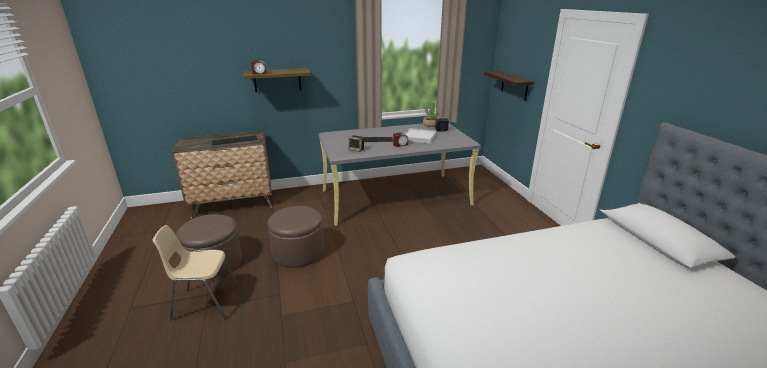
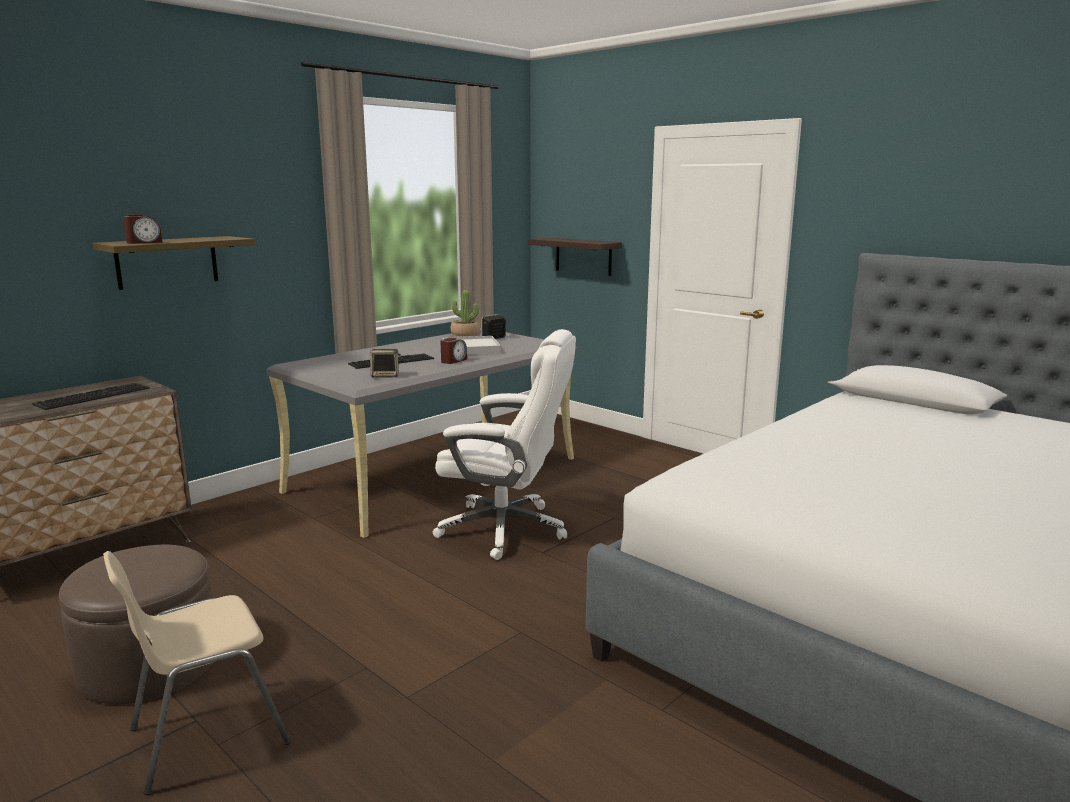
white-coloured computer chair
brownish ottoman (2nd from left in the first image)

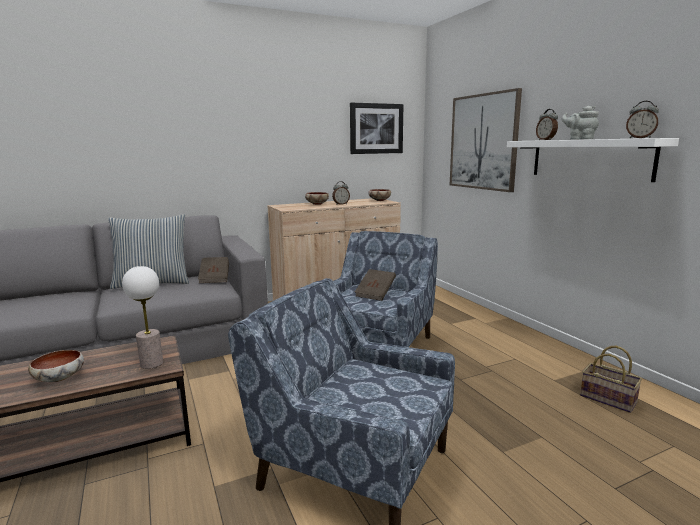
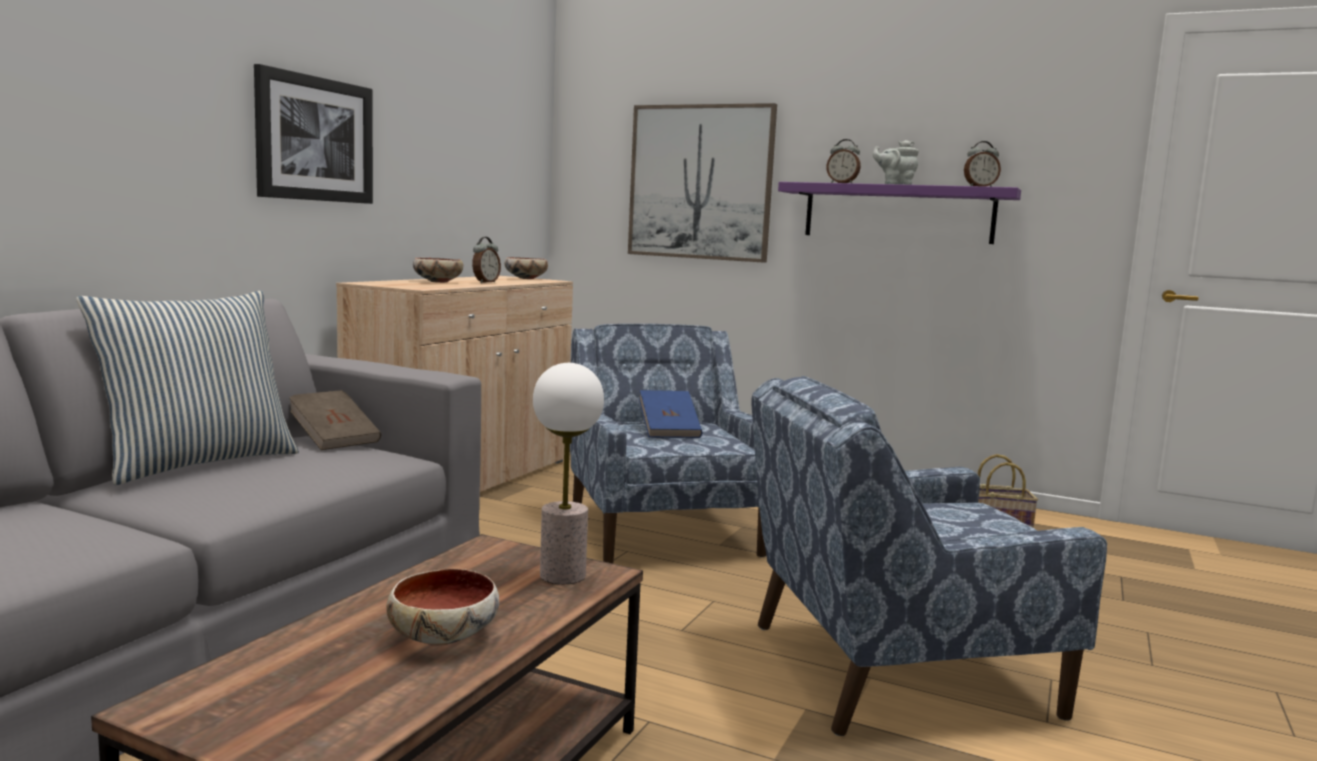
picture (1st from left)
bluish bound book
purple-coloured shelf

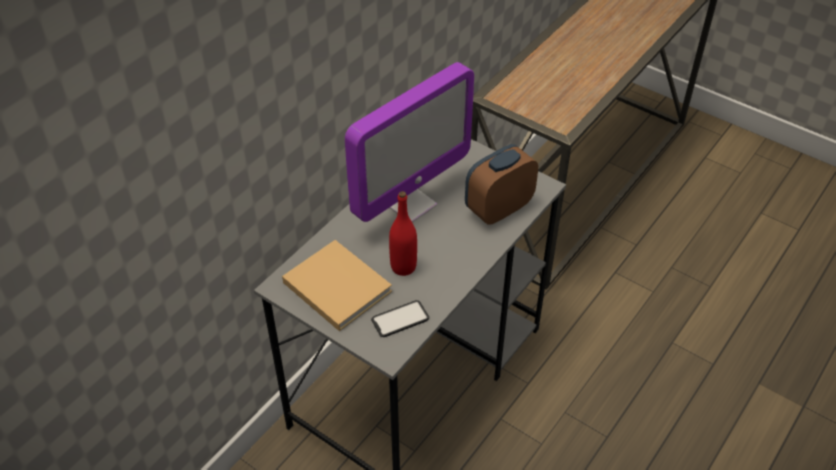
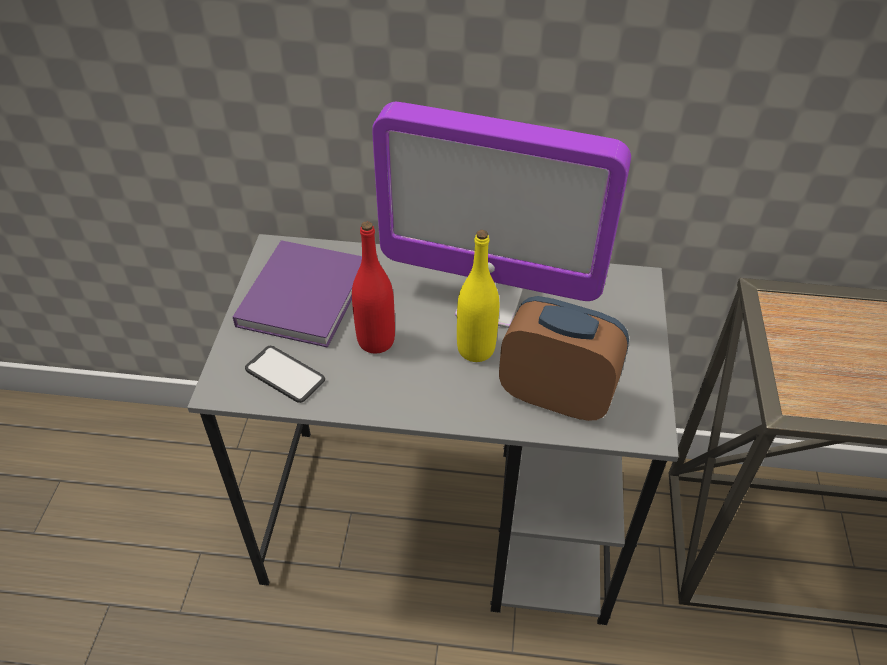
purple-coloured bound book
yellowish bottle

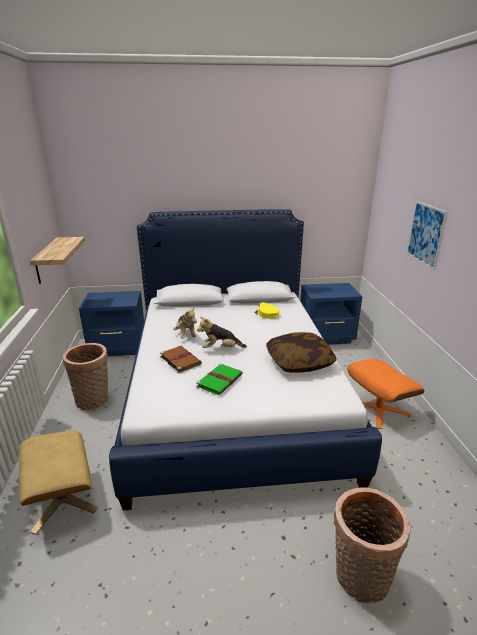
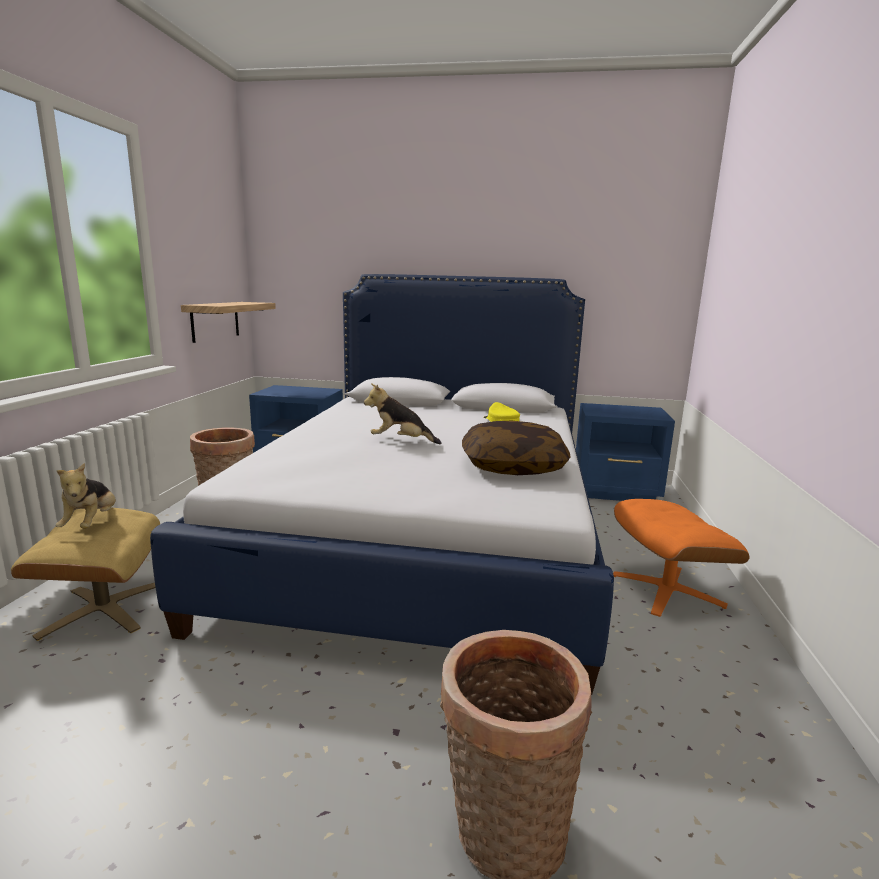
soft toy (1st from left)
brownish bound book
green bound book
picture

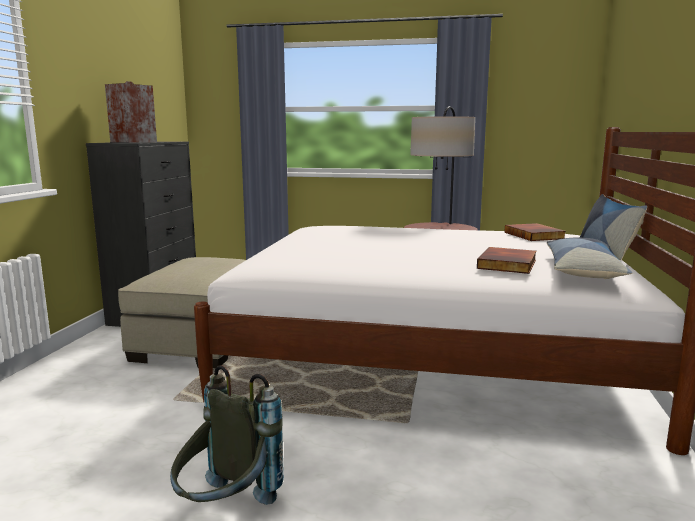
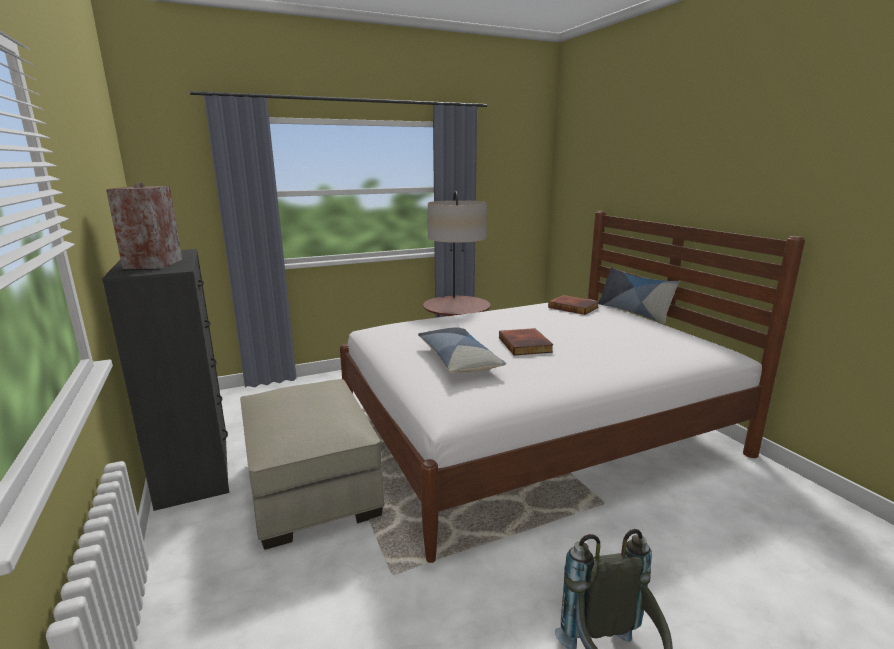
throw pillow (1st from left)
bound book (1st from left)

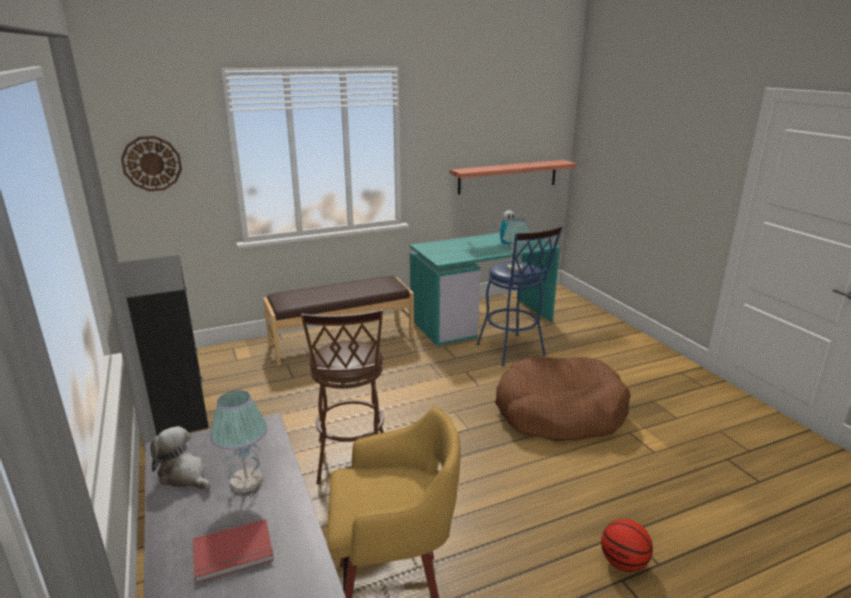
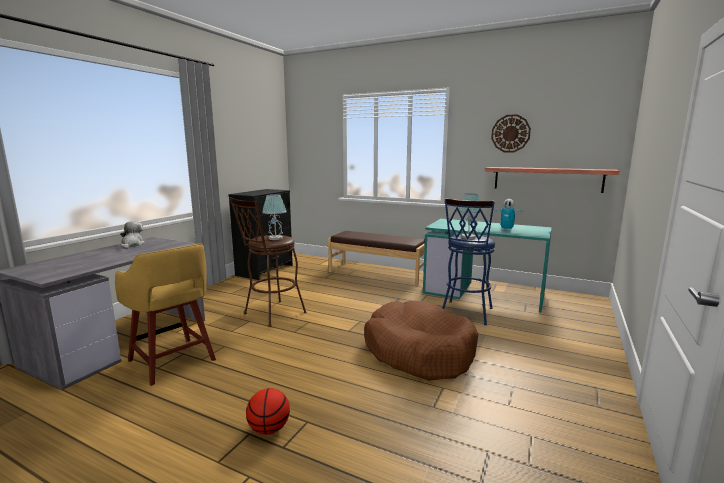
lamp for a table (1st from left)
hanging clock
red-coloured bound book

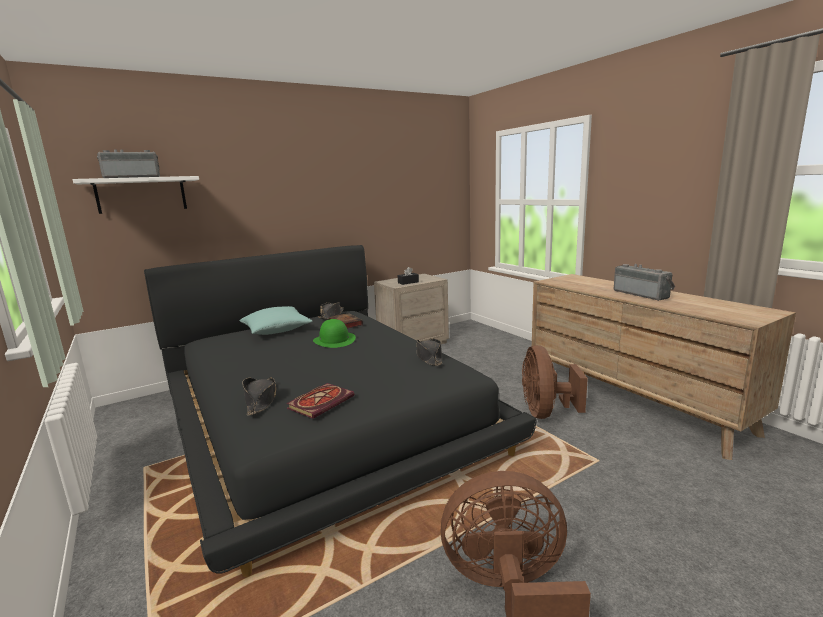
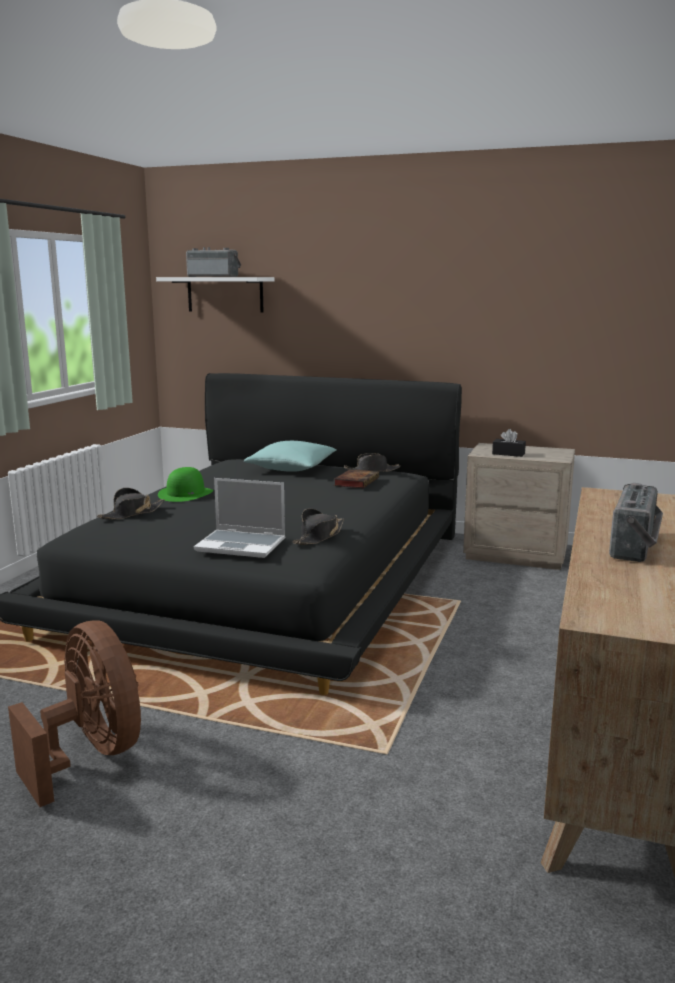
green wearable hat
portable computer
bound book (1st from left in the first image)
brownish fan (2nd from left in the first image)

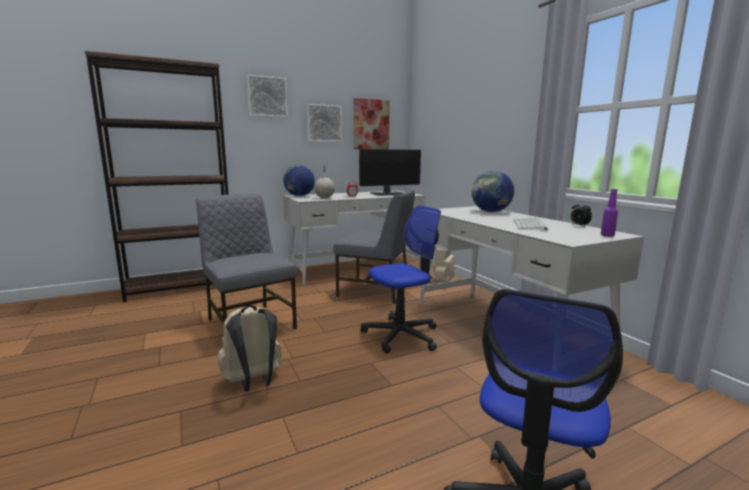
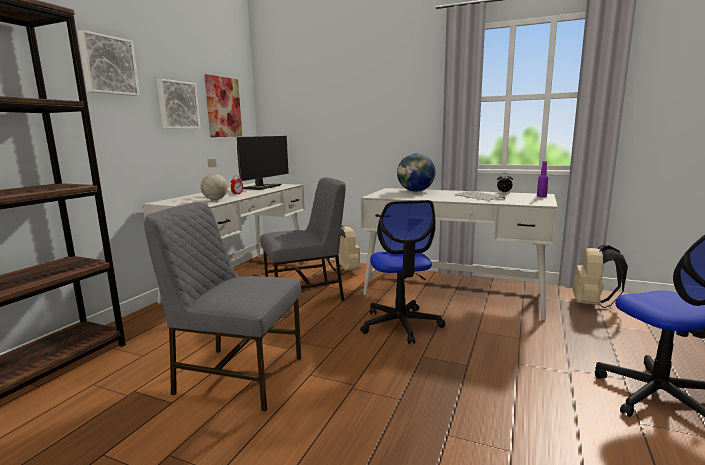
computer chair (1st from left)
beige-coloured backpack (2nd from left)
globe (1st from left in the first image)

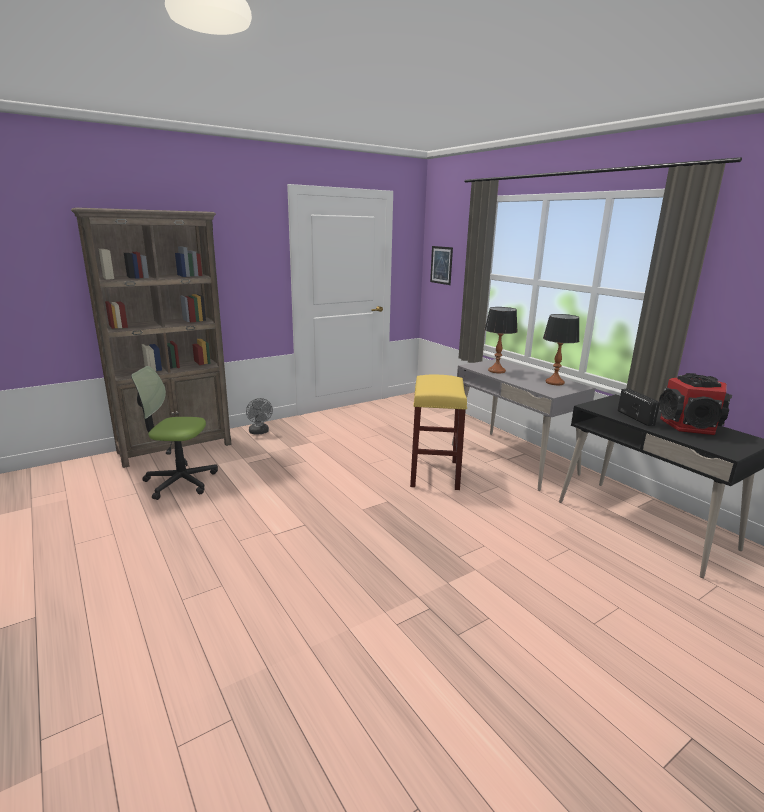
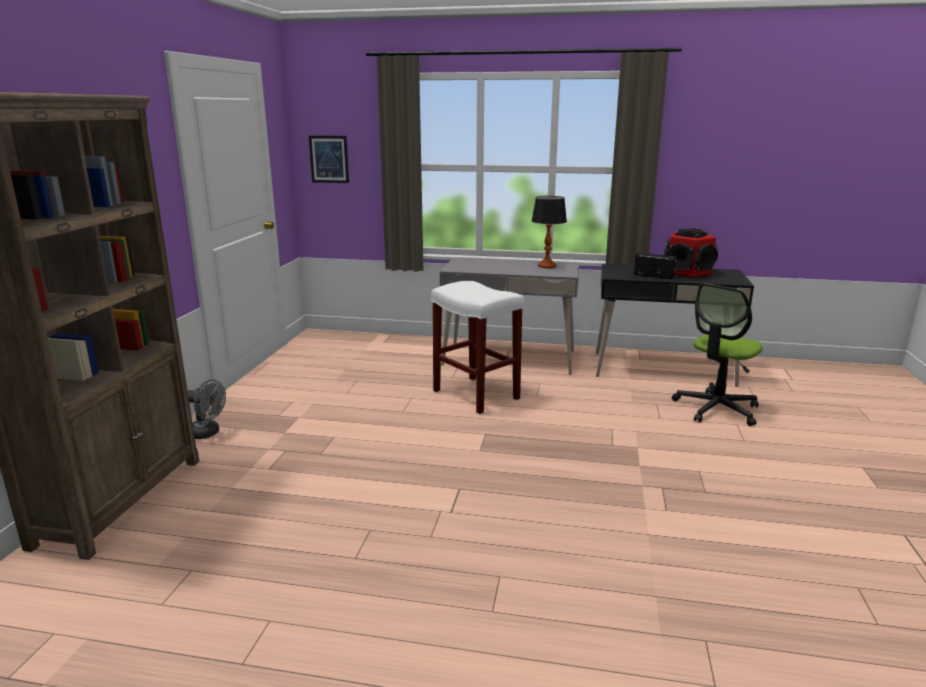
white-coloured stool seat
computer chair
lamp for a table (1st from left in the first image)

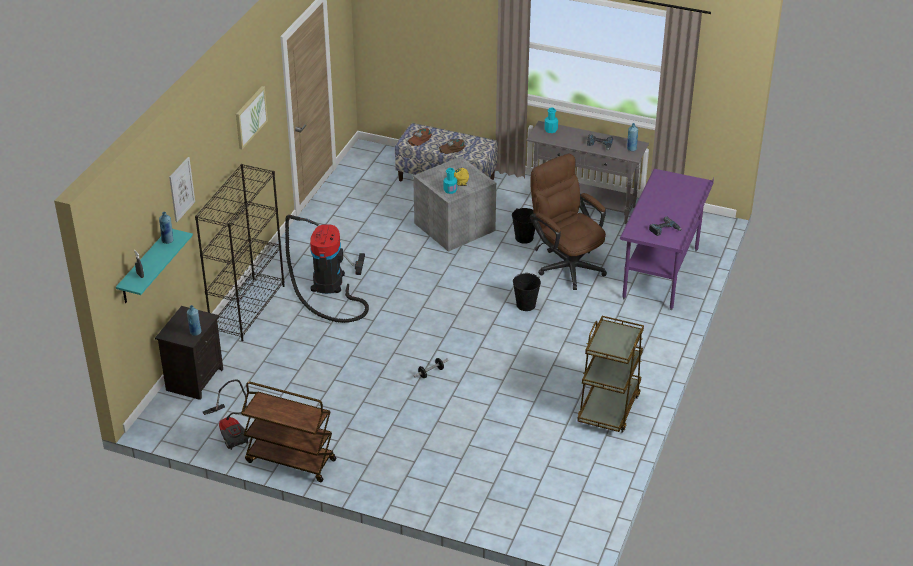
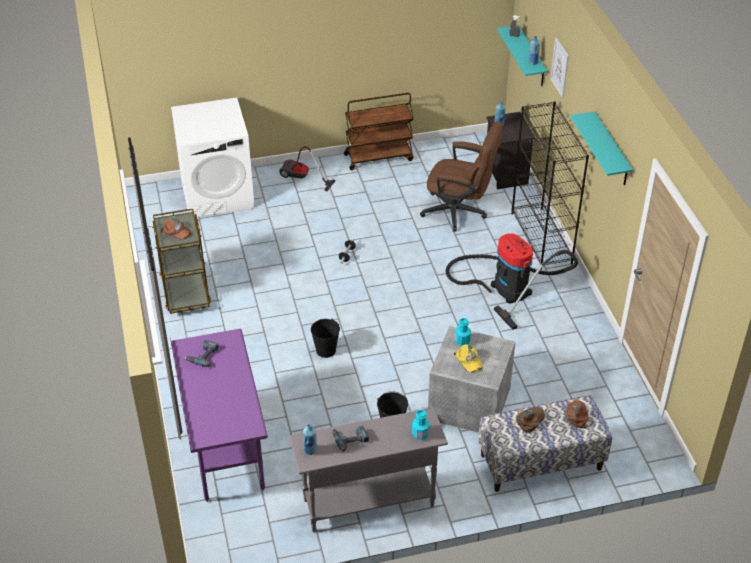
brownish cap (1st from left)
white-coloured washing machine
vacuum (1st from left)
brownish computer chair
turquoise-coloured shelf (2nd from left)

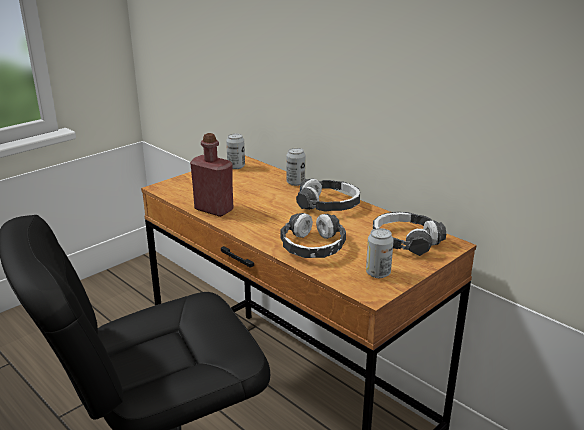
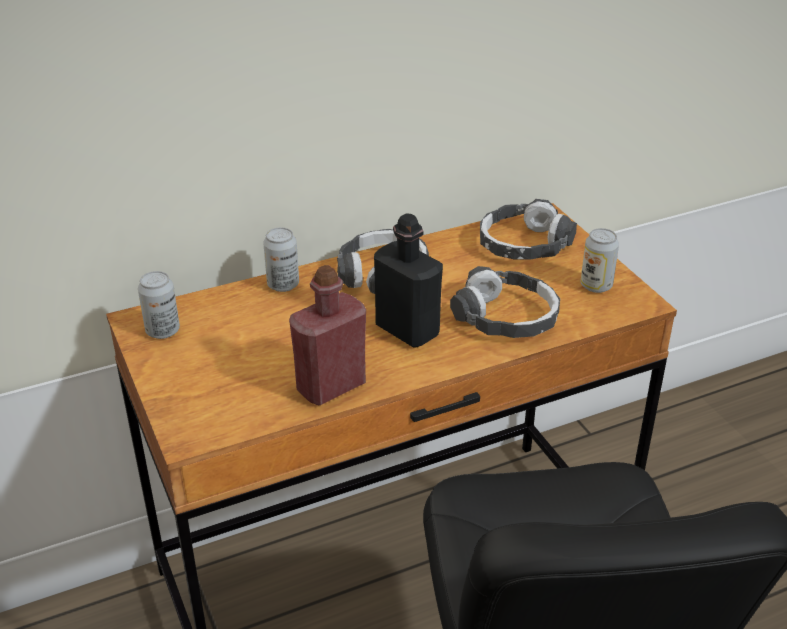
black bottle

